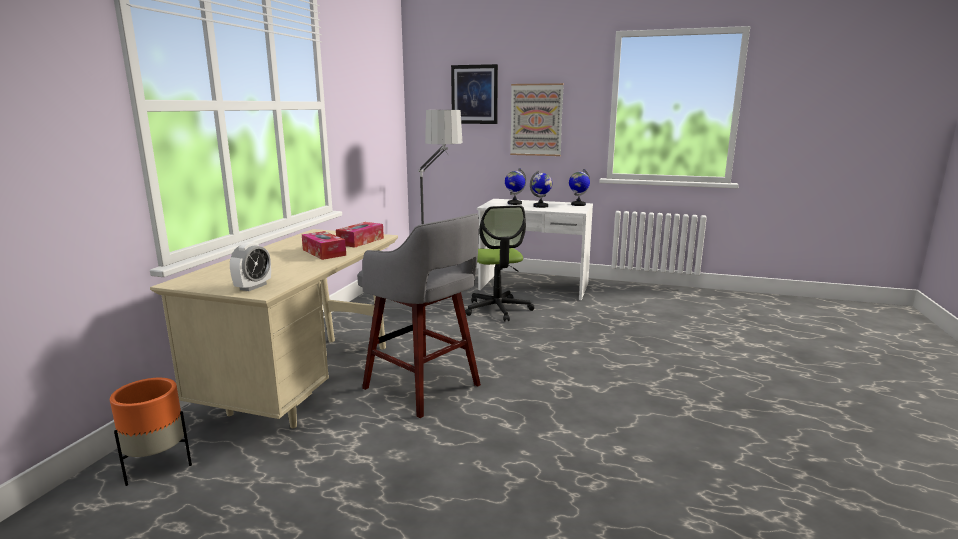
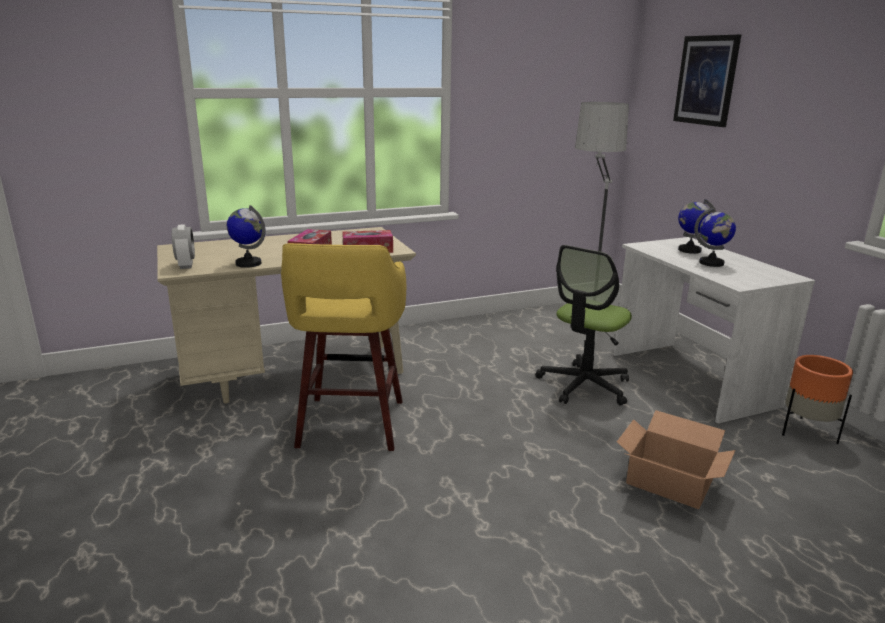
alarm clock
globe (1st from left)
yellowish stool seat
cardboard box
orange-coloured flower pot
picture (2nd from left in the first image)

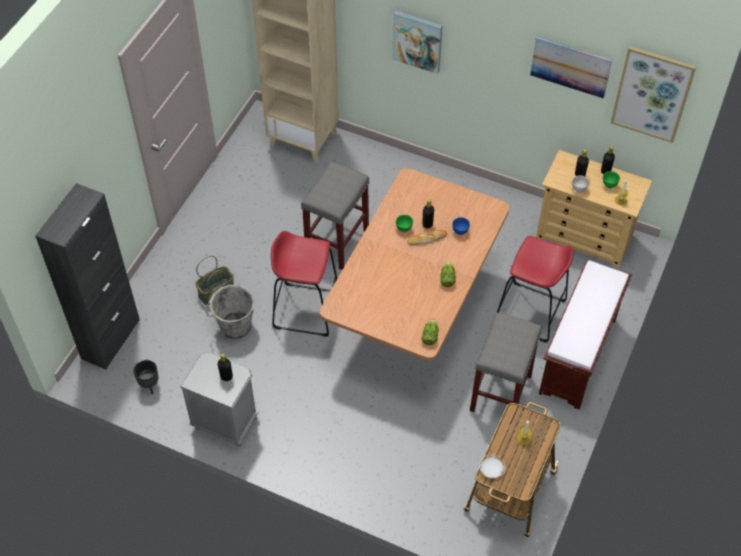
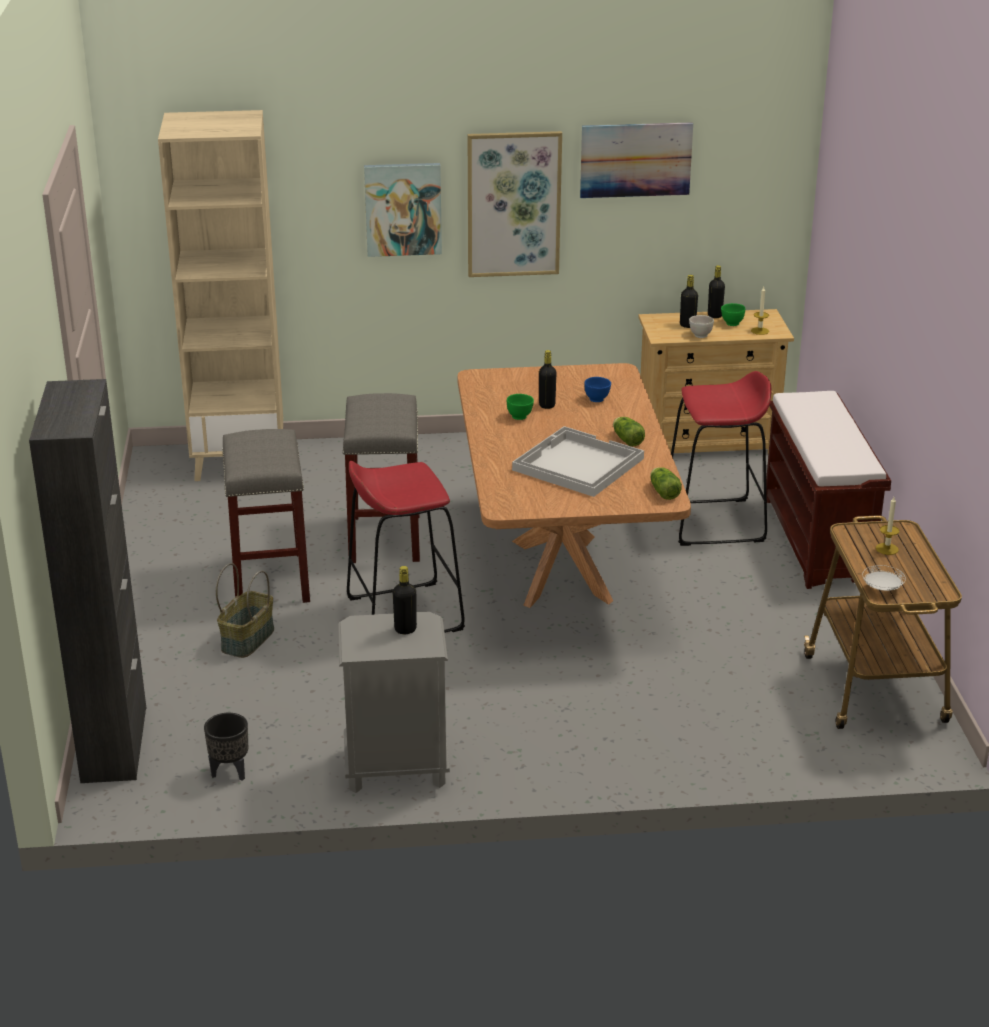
grey stool seat (1st from left)
picture (2nd from left)
white-coloured serving tray
grey pail
baked bread

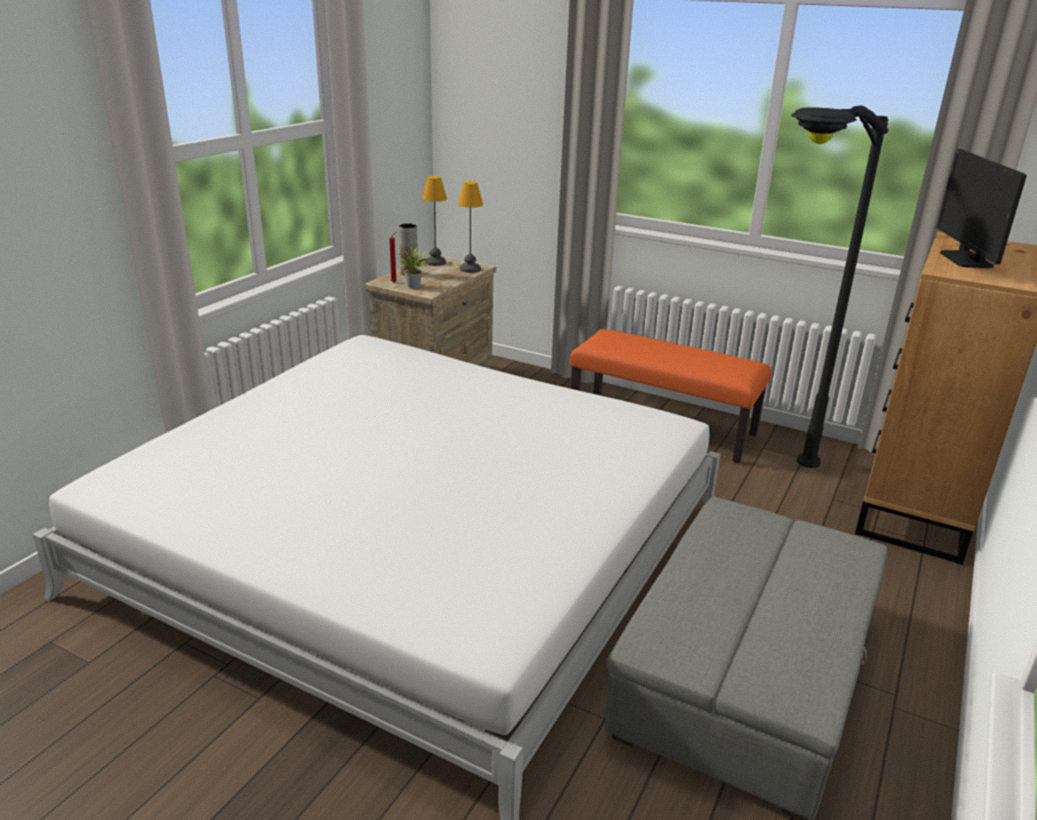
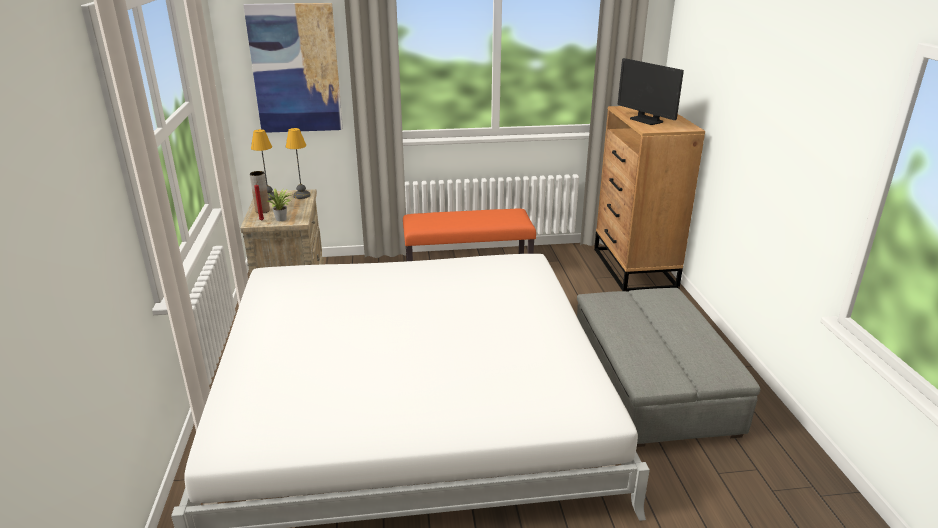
picture
black standing lamp

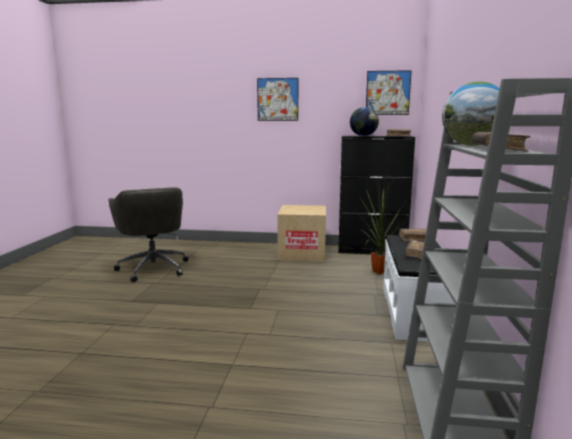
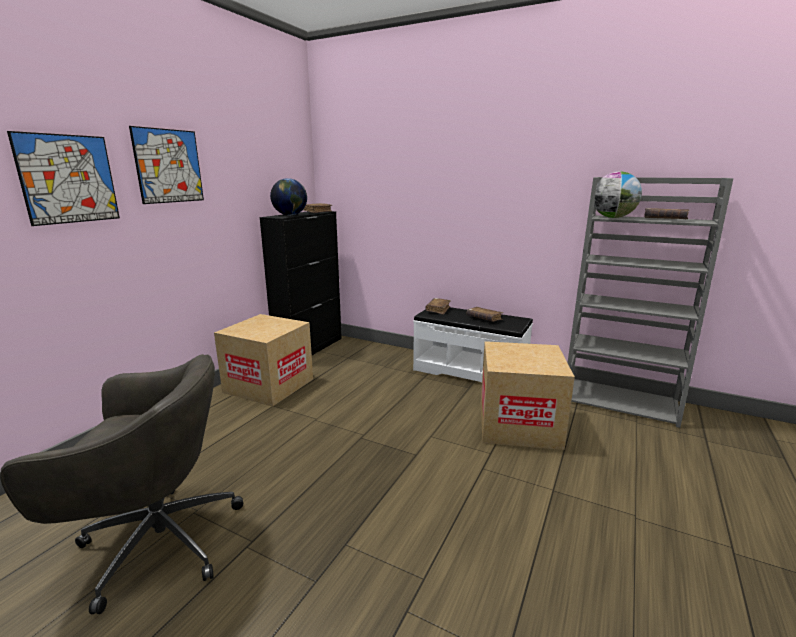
picture (1st from left)
cardboard box (2nd from left)
potted plant

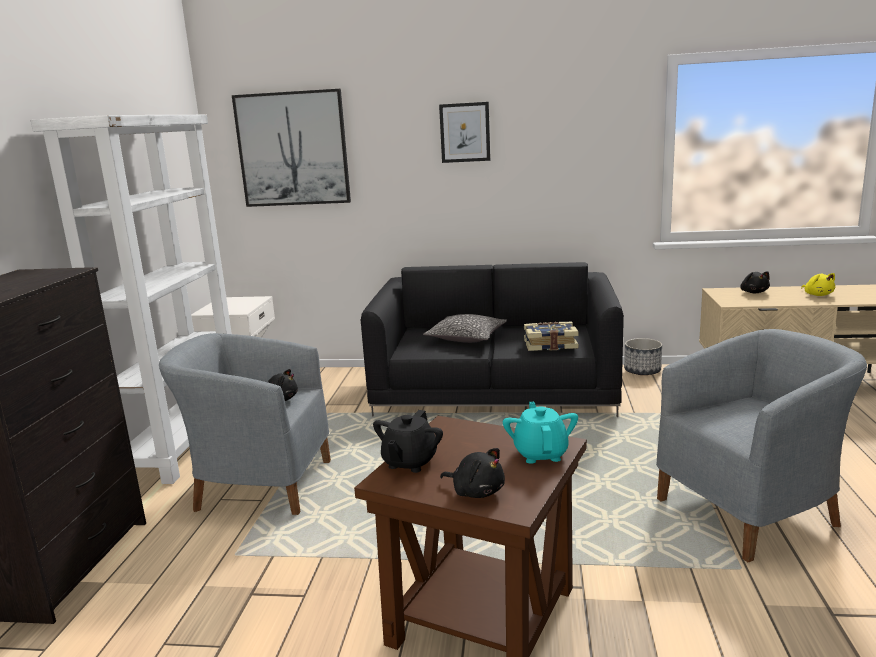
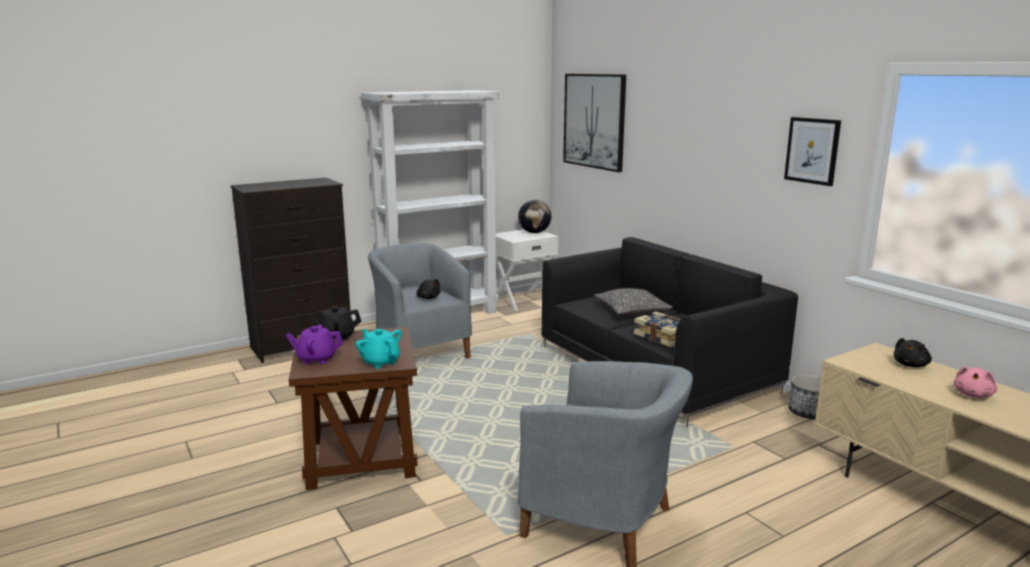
purple-coloured teapot
turquoise-coloured teapot
globe
picture (2nd from left)
pink-coloured soft toy

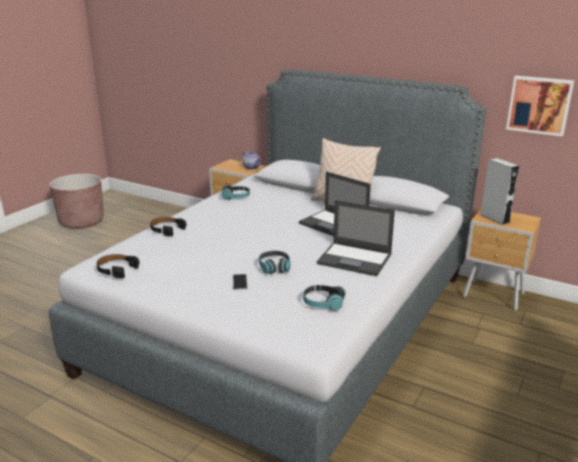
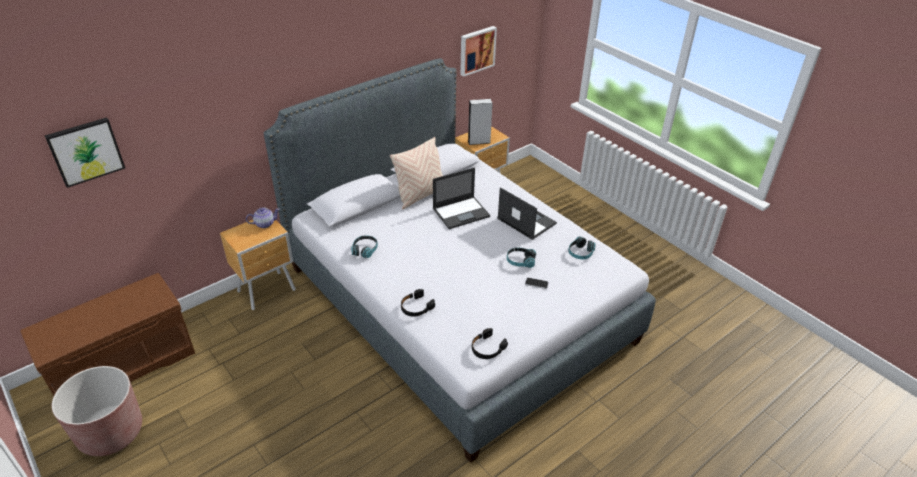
brownish bench
picture (1st from left)
portable computer (2nd from left)

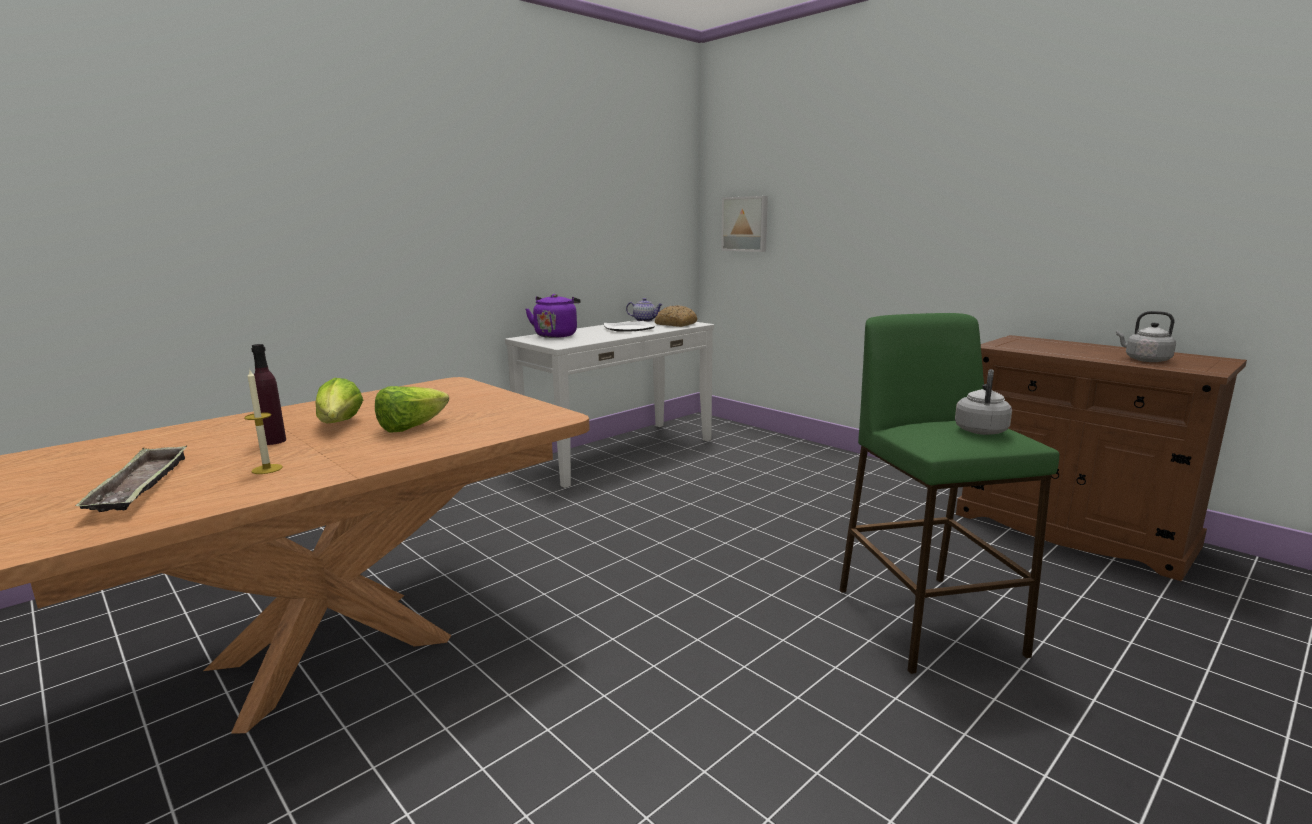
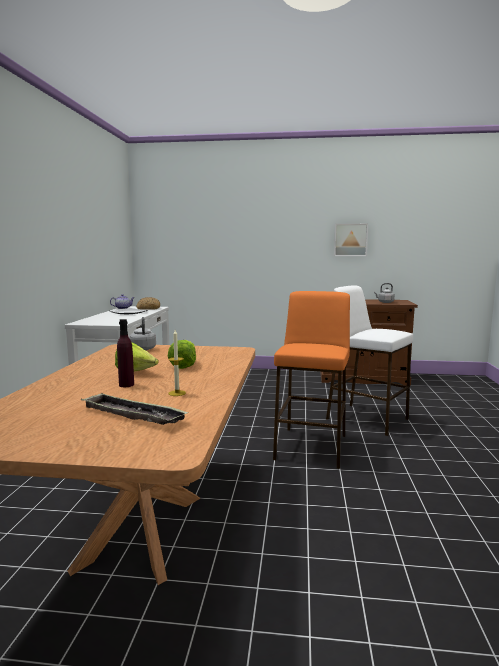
grey water kettle (1st from left)
orange-coloured stool seat
white-coloured stool seat
picture
purple-coloured water kettle

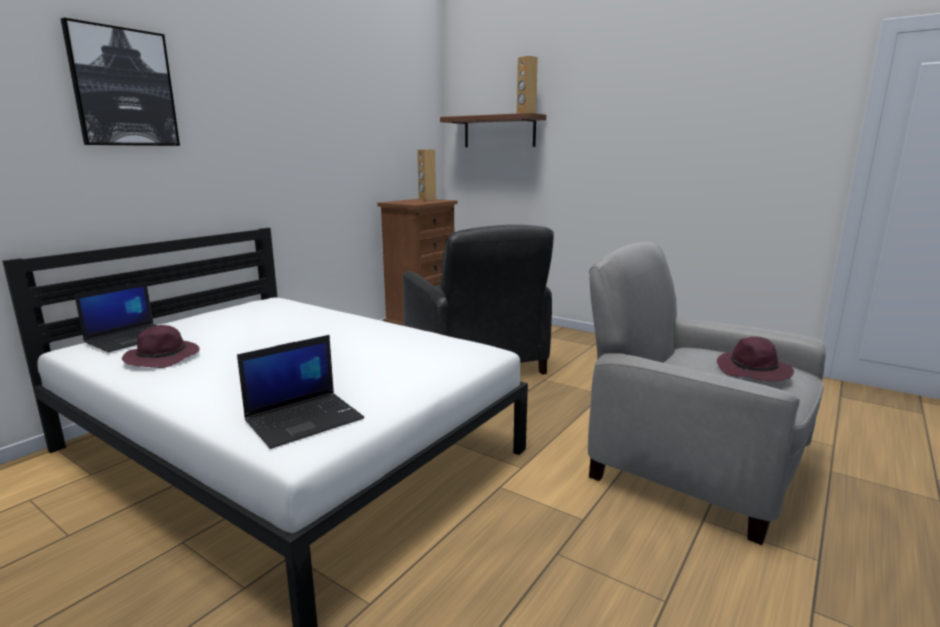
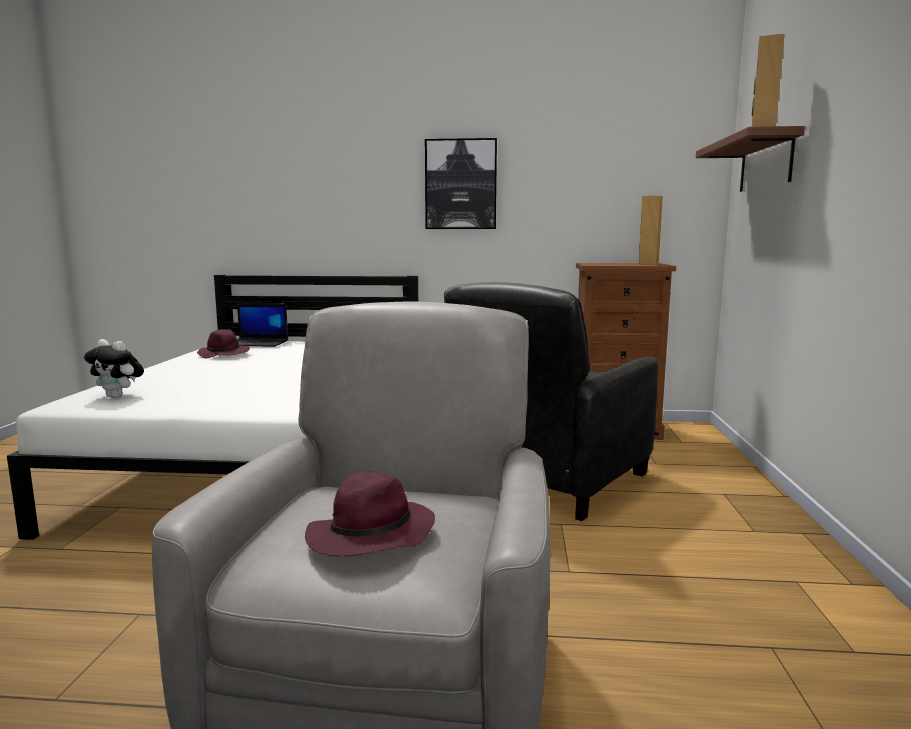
soft toy
picture

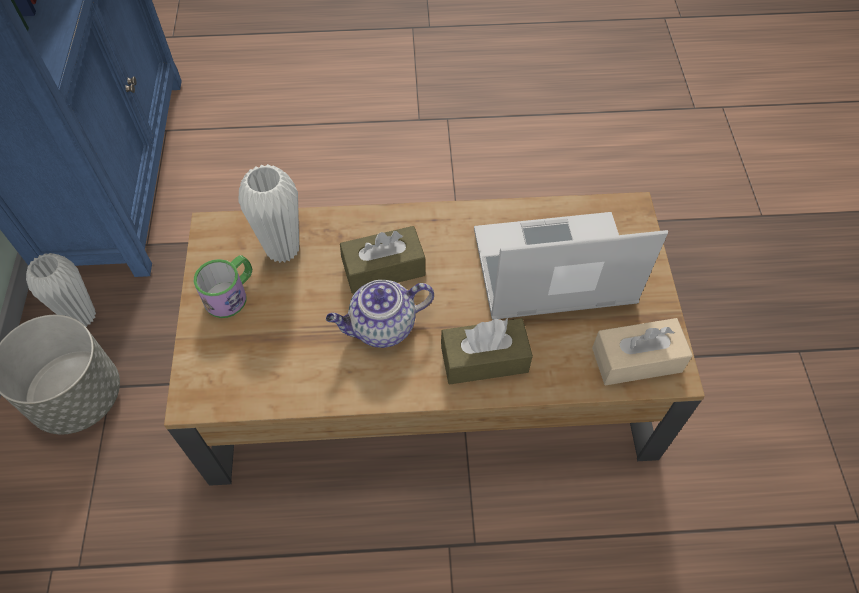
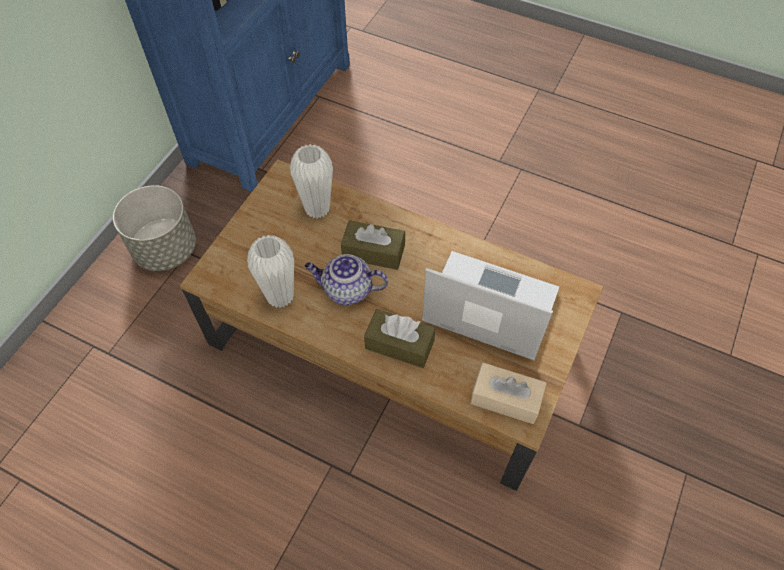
white-coloured decorative vase (1st from left)
tea mug

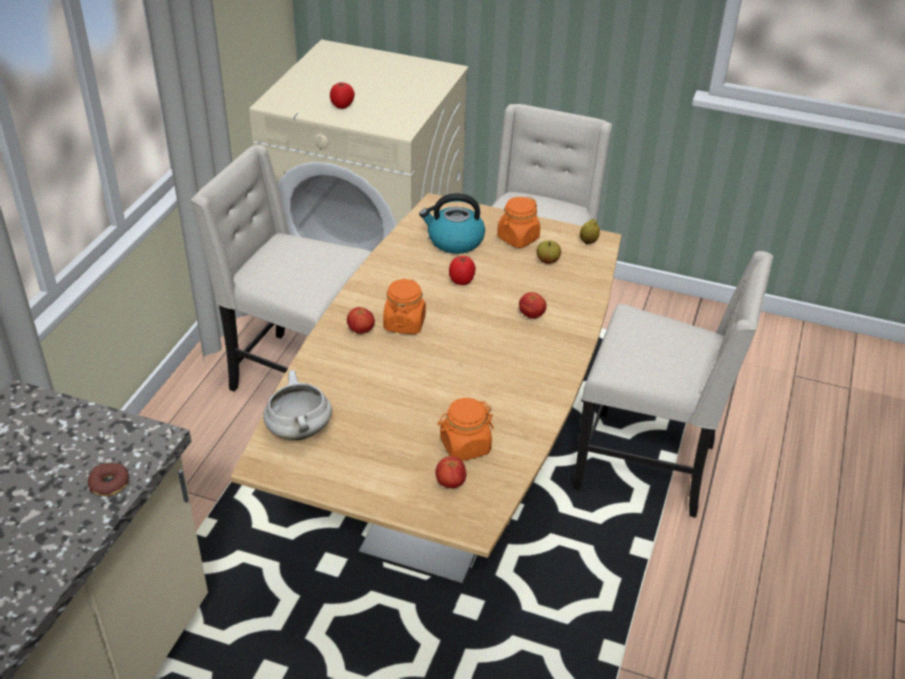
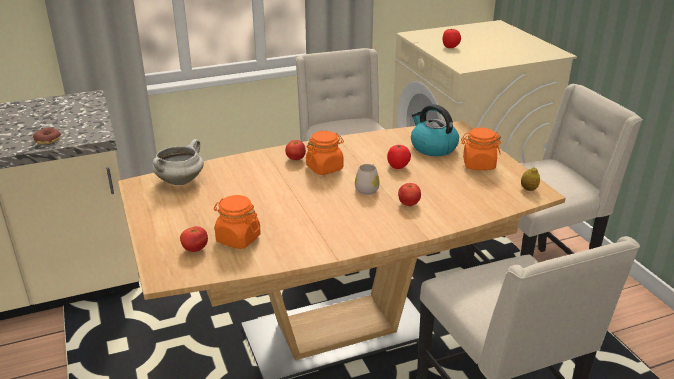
white-coloured tea mug
apple fruit

